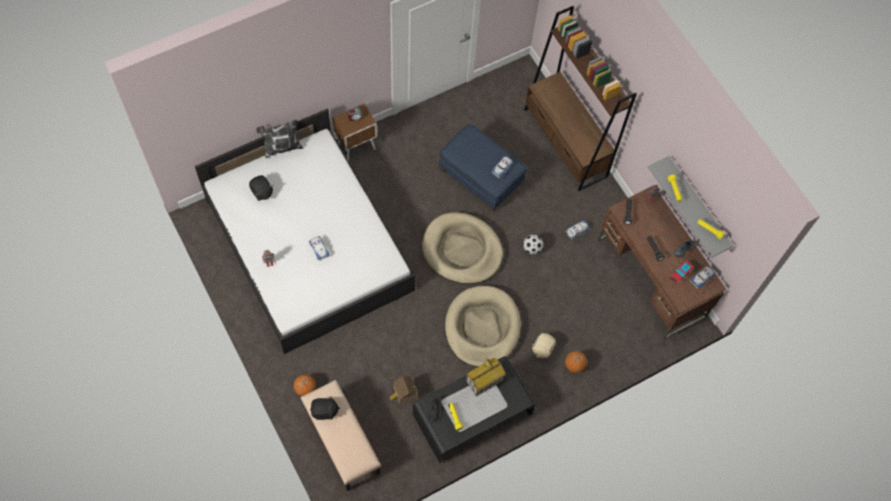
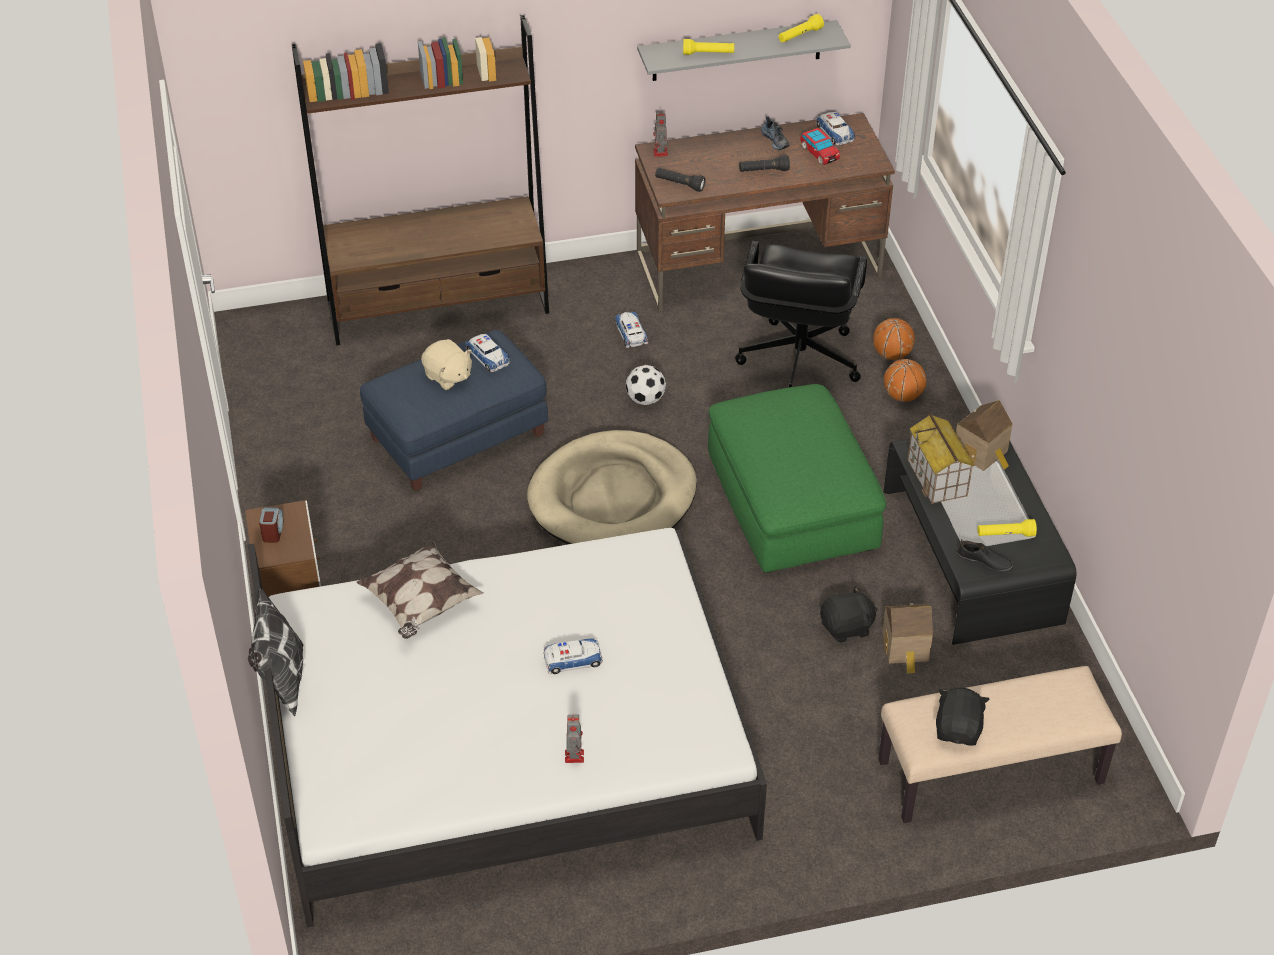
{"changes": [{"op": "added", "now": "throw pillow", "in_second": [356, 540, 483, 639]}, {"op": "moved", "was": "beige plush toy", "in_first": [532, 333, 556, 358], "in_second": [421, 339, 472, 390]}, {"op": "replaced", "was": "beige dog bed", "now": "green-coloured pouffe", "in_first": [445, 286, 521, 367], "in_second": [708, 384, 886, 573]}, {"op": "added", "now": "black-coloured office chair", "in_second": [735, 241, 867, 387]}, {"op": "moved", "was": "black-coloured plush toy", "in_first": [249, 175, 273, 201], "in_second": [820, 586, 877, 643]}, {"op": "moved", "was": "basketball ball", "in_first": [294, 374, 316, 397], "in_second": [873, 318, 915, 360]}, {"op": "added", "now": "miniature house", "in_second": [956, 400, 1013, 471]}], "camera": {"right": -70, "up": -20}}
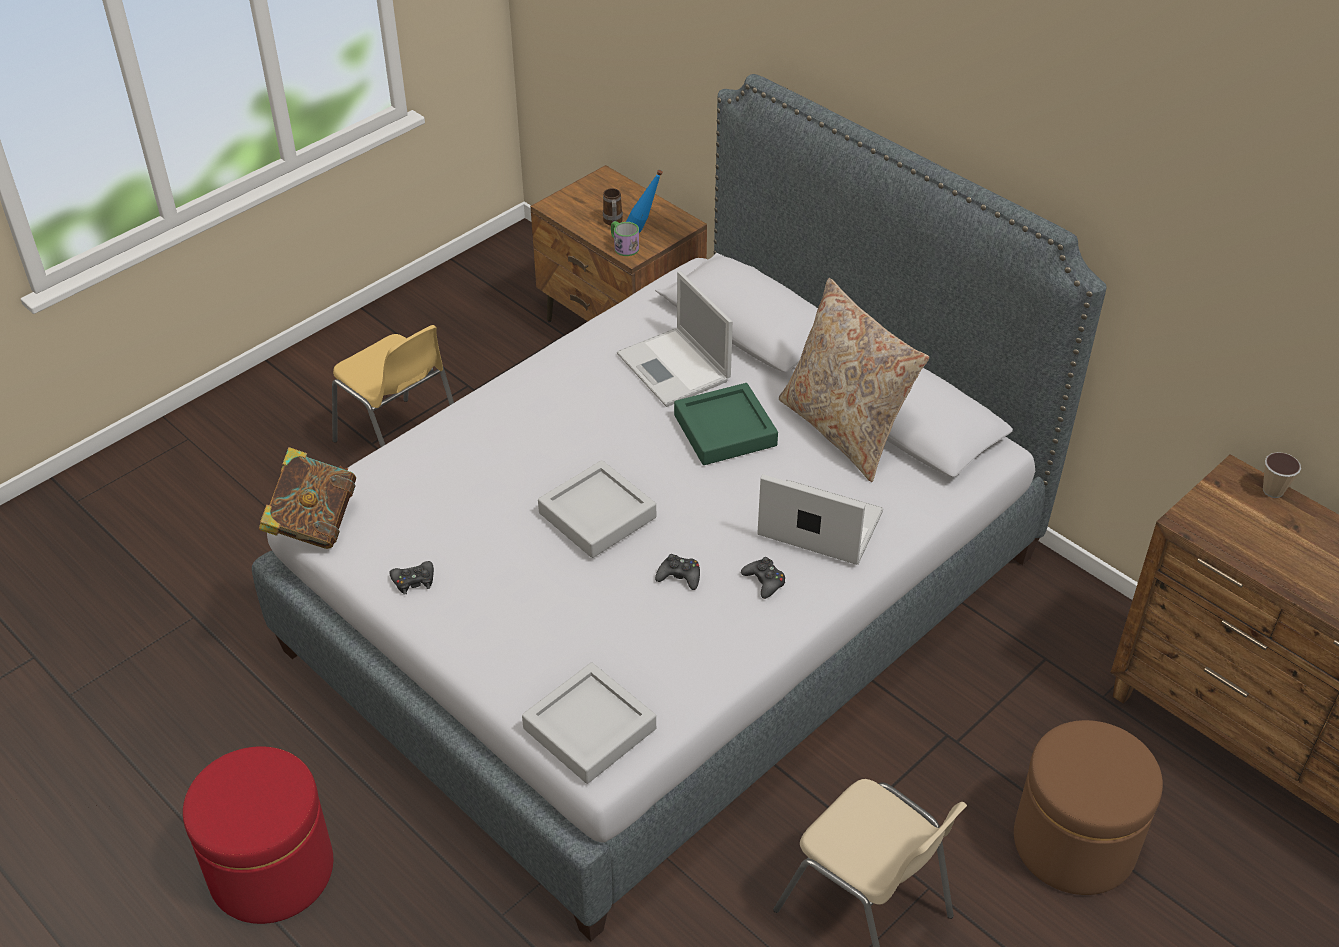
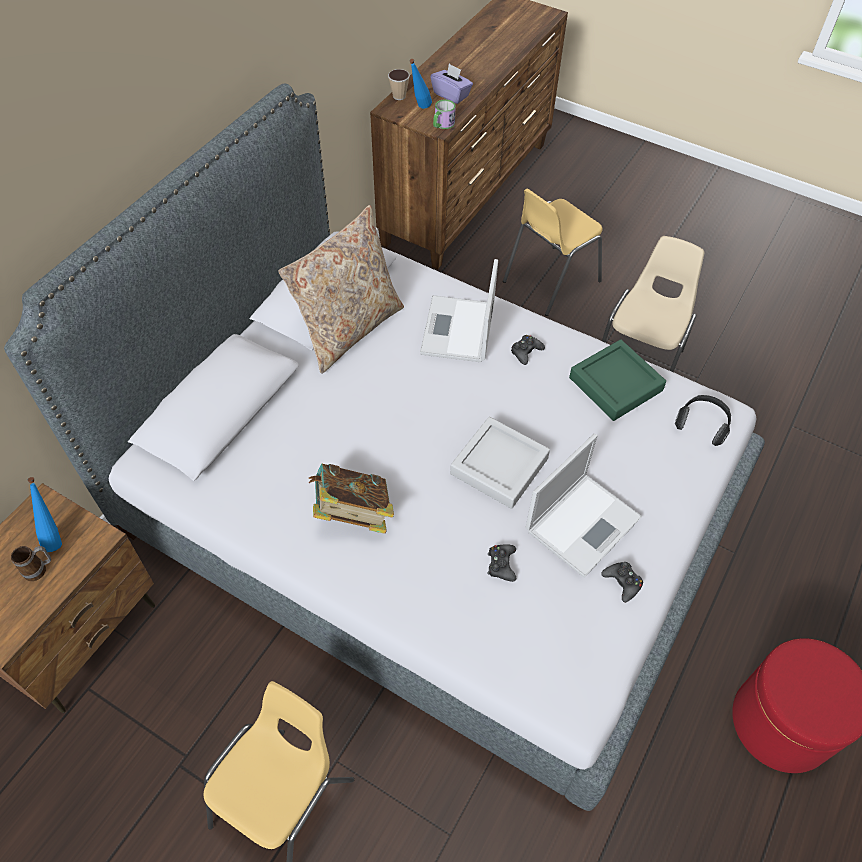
{"changes": [{"op": "moved", "was": "volume", "in_first": [259, 447, 356, 549], "in_second": [309, 464, 394, 534]}, {"op": "added", "now": "bluish bottle", "in_second": [410, 59, 432, 109]}, {"op": "added", "now": "purple tissue box", "in_second": [431, 64, 473, 104]}, {"op": "moved", "was": "mug", "in_first": [611, 221, 639, 256], "in_second": [433, 99, 456, 129]}, {"op": "moved", "was": "black-coloured joypad", "in_first": [655, 554, 700, 590], "in_second": [487, 544, 516, 582]}, {"op": "replaced", "was": "brownish pouffe", "now": "yellowish upright chair", "in_first": [1014, 720, 1163, 895], "in_second": [503, 189, 602, 316]}, {"op": "moved", "was": "laptop", "in_first": [617, 271, 733, 407], "in_second": [526, 434, 642, 577]}, {"op": "moved", "was": "green-coloured tray", "in_first": [674, 383, 778, 465], "in_second": [569, 340, 666, 421]}, {"op": "replaced", "was": "gray tray", "now": "headset", "in_first": [522, 662, 656, 784], "in_second": [675, 395, 731, 446]}], "camera": {"right": -105, "up": 10}}
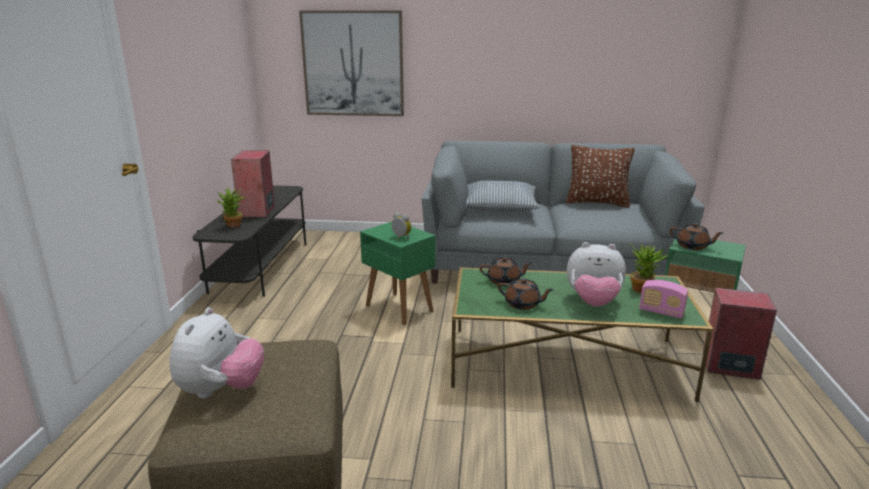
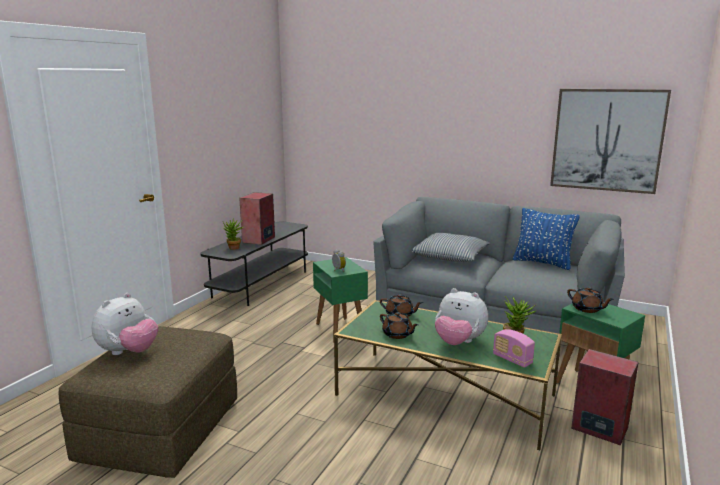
{"changes": [{"op": "recoloured", "was": "brownish throw pillow", "now": "bluish throw pillow", "in_first": [566, 145, 634, 208], "in_second": [513, 208, 580, 270]}, {"op": "moved", "was": "wall picture", "in_first": [299, 10, 404, 116], "in_second": [550, 89, 671, 194]}], "camera": {"right": 20, "up": -5}}
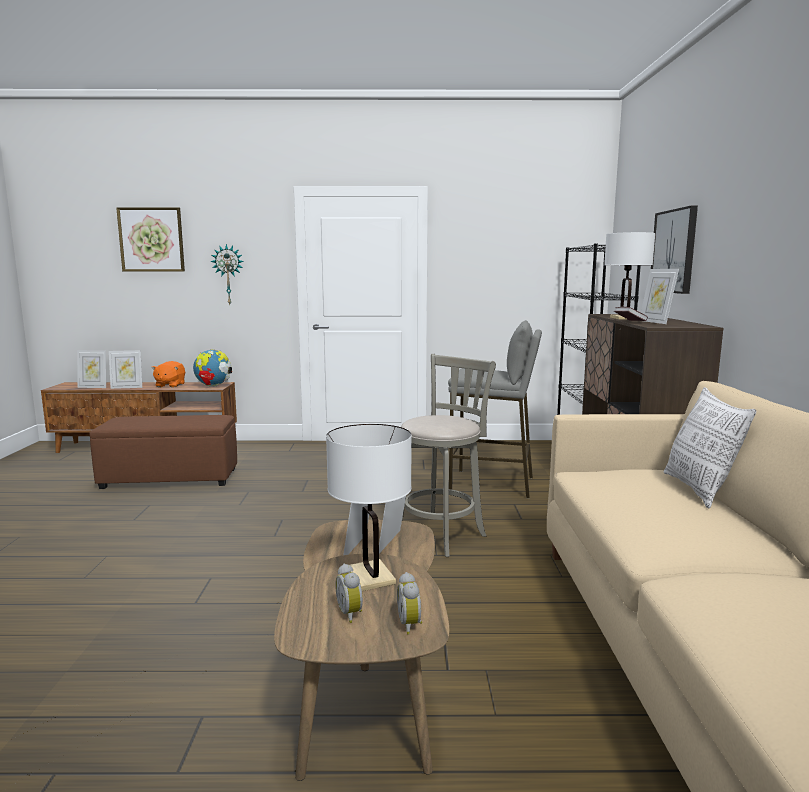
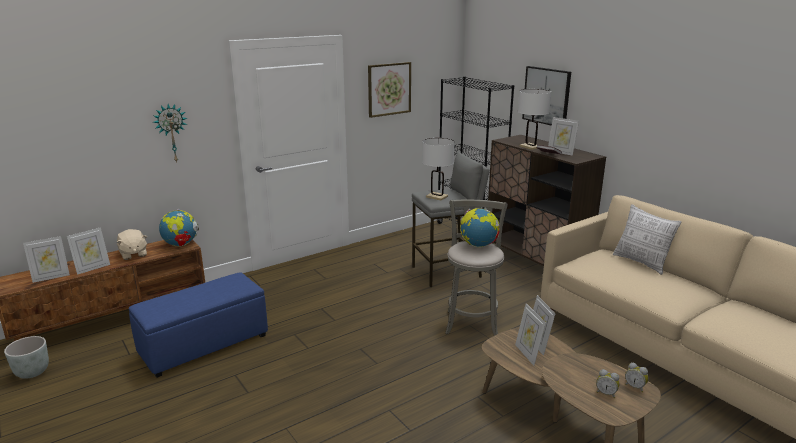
{"changes": [{"op": "added", "now": "gray planter", "in_second": [4, 336, 49, 379]}, {"op": "recoloured", "was": "orange plush toy", "now": "beige plush toy", "in_first": [151, 361, 185, 388], "in_second": [116, 229, 147, 260]}, {"op": "recoloured", "was": "brownish pouffe", "now": "bluish pouffe", "in_first": [90, 415, 237, 489], "in_second": [129, 272, 268, 378]}, {"op": "moved", "was": "wall picture", "in_first": [116, 207, 185, 272], "in_second": [368, 62, 411, 118]}, {"op": "moved", "was": "white-coloured table lamp", "in_first": [326, 424, 412, 591], "in_second": [422, 138, 455, 201]}, {"op": "added", "now": "globe", "in_second": [460, 208, 499, 247]}], "camera": {"right": -35, "up": 10}}
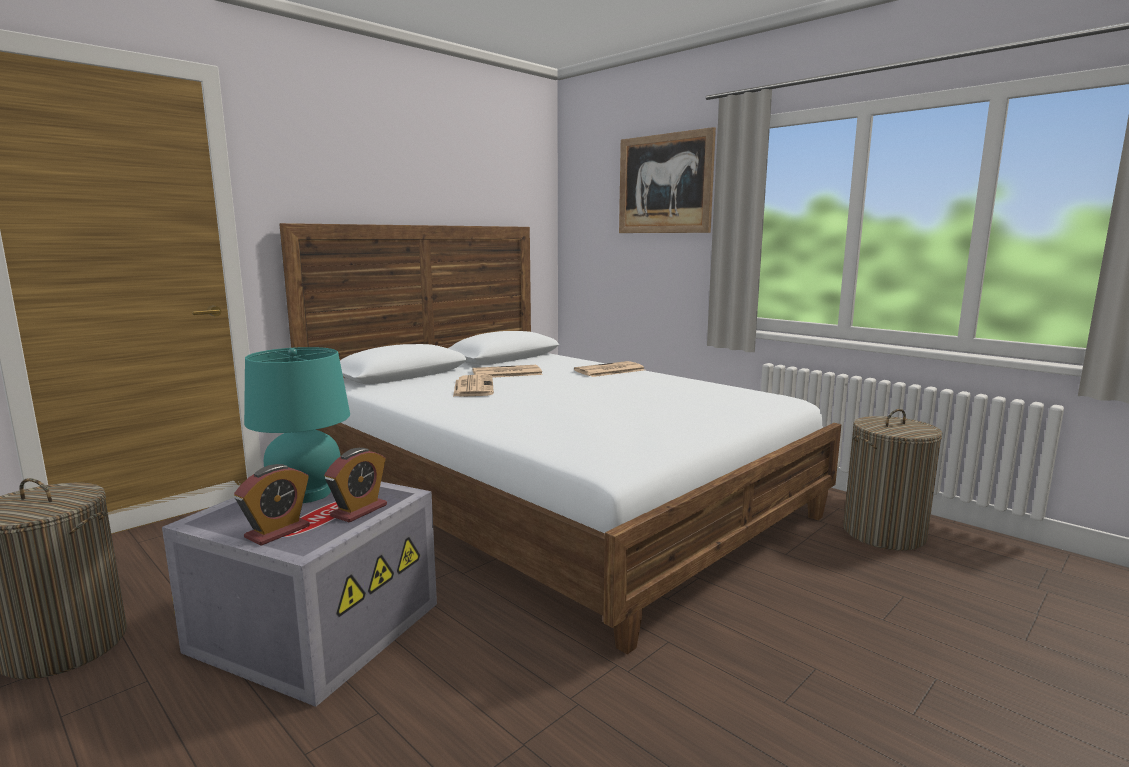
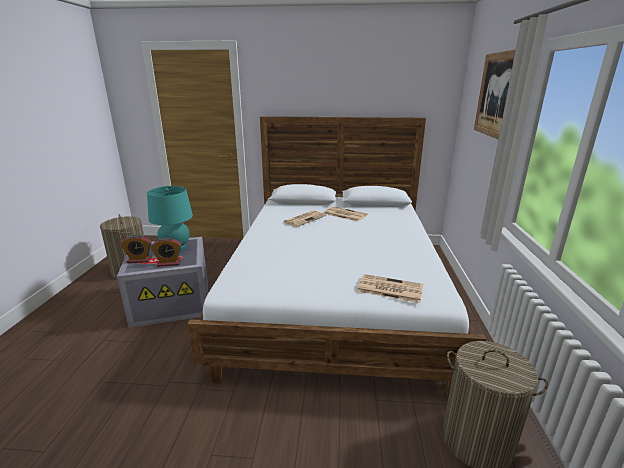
{"changes": [{"op": "moved", "was": "printed paper", "in_first": [574, 361, 645, 377], "in_second": [357, 274, 423, 303]}], "camera": {"right": 50, "up": 10}}
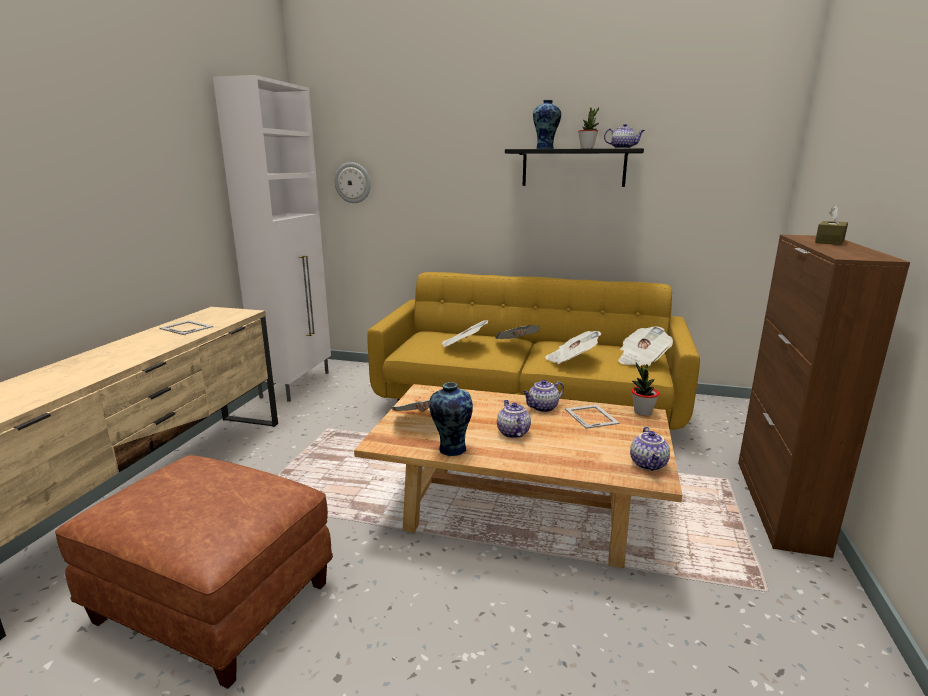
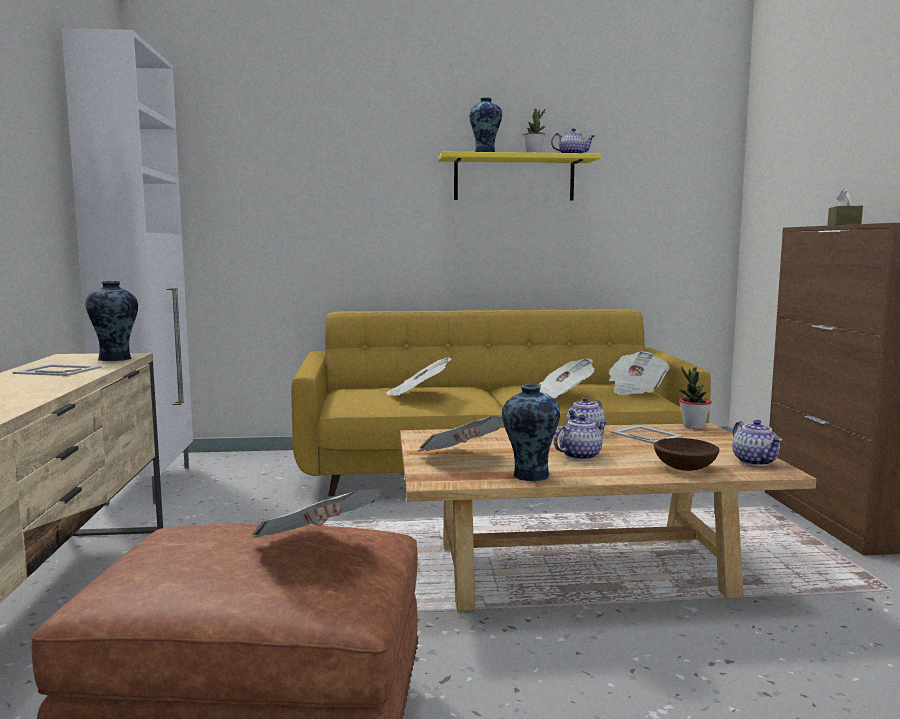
{"changes": [{"op": "added", "now": "flower vase", "in_second": [85, 281, 138, 361]}, {"op": "moved", "was": "printed paper", "in_first": [495, 325, 541, 339], "in_second": [252, 489, 382, 538]}, {"op": "recoloured", "was": "black-coloured shelf", "now": "yellowish shelf", "in_first": [505, 148, 644, 187], "in_second": [438, 152, 602, 201]}, {"op": "turned", "was": "pot for tea", "in_first": [497, 400, 531, 438], "in_second": [553, 415, 607, 460], "clockwise": 90}, {"op": "added", "now": "brownish serving bowl", "in_second": [653, 438, 720, 471]}, {"op": "removed", "was": "wall clock", "in_first": [334, 162, 371, 203]}], "camera": {"right": -20, "up": -10}}
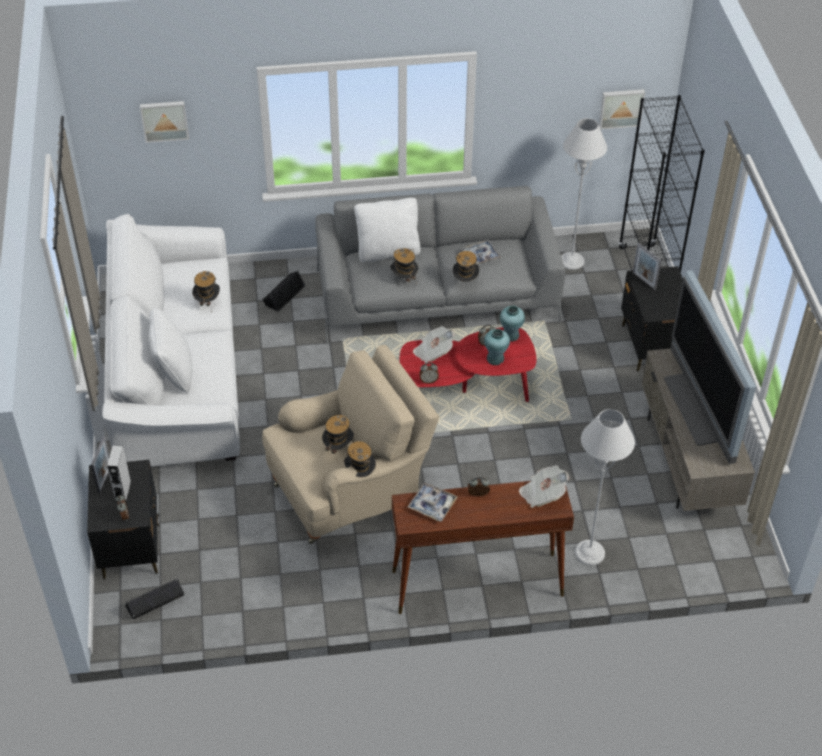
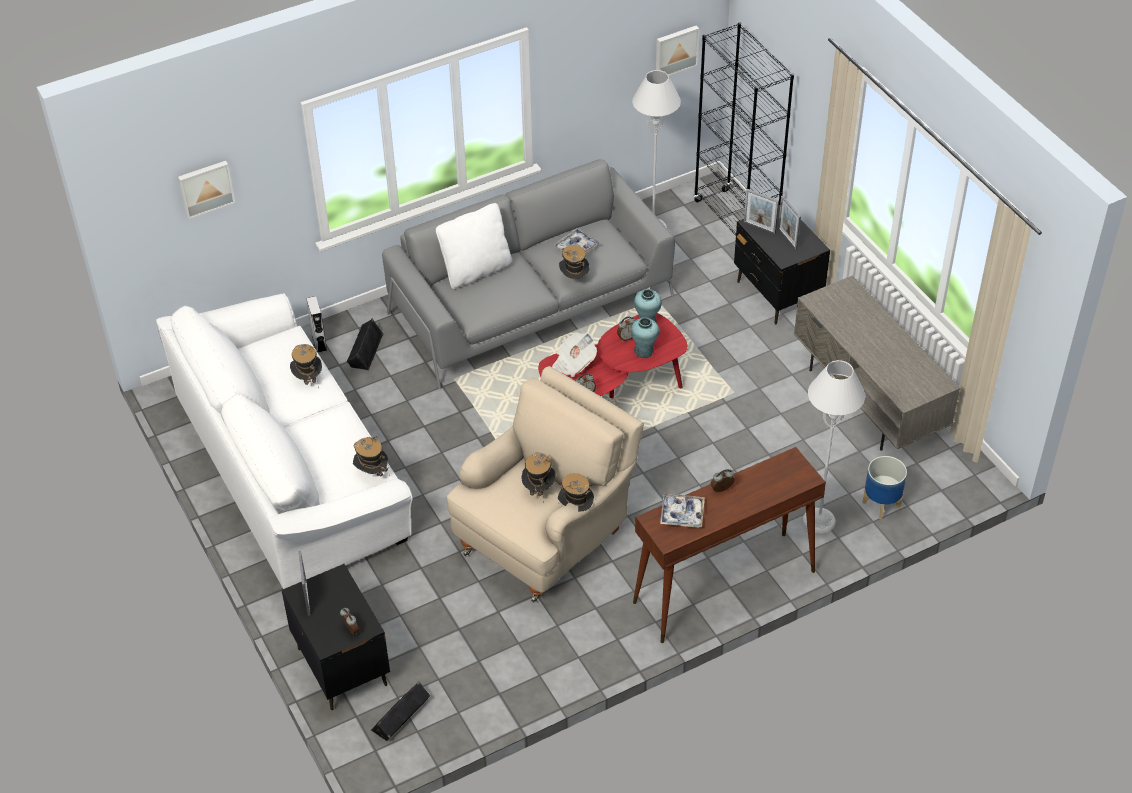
{"changes": [{"op": "moved", "was": "gray speaker", "in_first": [107, 445, 131, 502], "in_second": [306, 296, 327, 353]}, {"op": "moved", "was": "wearable hat", "in_first": [390, 248, 419, 285], "in_second": [353, 437, 388, 476]}, {"op": "added", "now": "picture frame", "in_second": [778, 196, 801, 249]}, {"op": "added", "now": "planter", "in_second": [863, 456, 907, 519]}, {"op": "removed", "was": "white-coloured throw pillow", "in_first": [149, 308, 193, 393]}, {"op": "removed", "was": "printed paper", "in_first": [519, 465, 569, 508]}, {"op": "removed", "was": "TV", "in_first": [664, 270, 756, 464]}], "camera": {"right": -20, "up": 0}}
